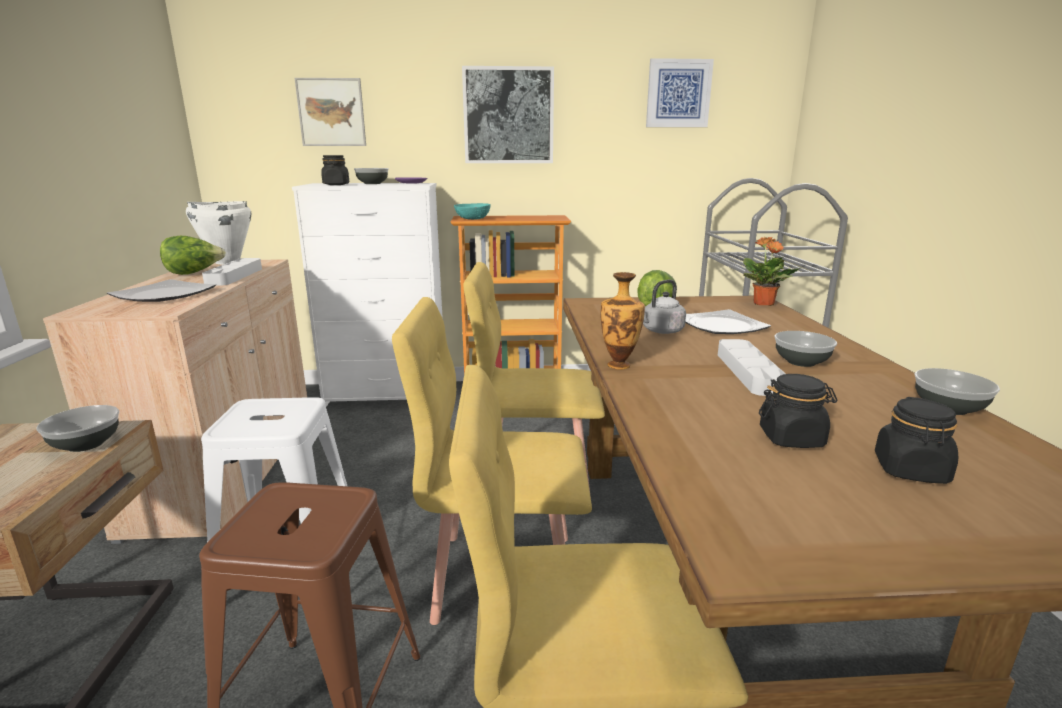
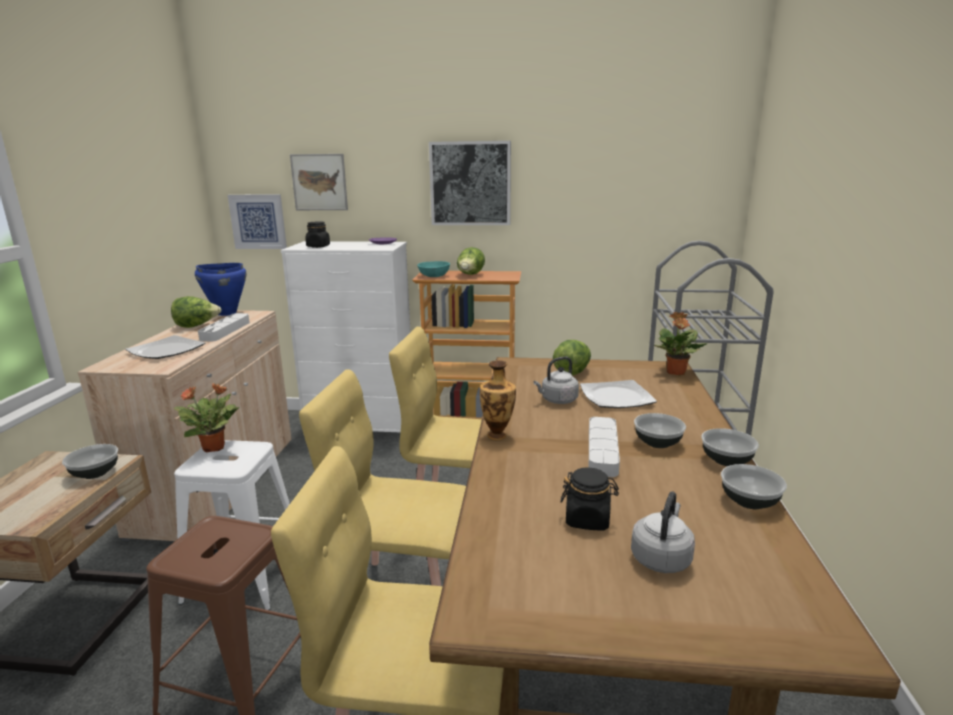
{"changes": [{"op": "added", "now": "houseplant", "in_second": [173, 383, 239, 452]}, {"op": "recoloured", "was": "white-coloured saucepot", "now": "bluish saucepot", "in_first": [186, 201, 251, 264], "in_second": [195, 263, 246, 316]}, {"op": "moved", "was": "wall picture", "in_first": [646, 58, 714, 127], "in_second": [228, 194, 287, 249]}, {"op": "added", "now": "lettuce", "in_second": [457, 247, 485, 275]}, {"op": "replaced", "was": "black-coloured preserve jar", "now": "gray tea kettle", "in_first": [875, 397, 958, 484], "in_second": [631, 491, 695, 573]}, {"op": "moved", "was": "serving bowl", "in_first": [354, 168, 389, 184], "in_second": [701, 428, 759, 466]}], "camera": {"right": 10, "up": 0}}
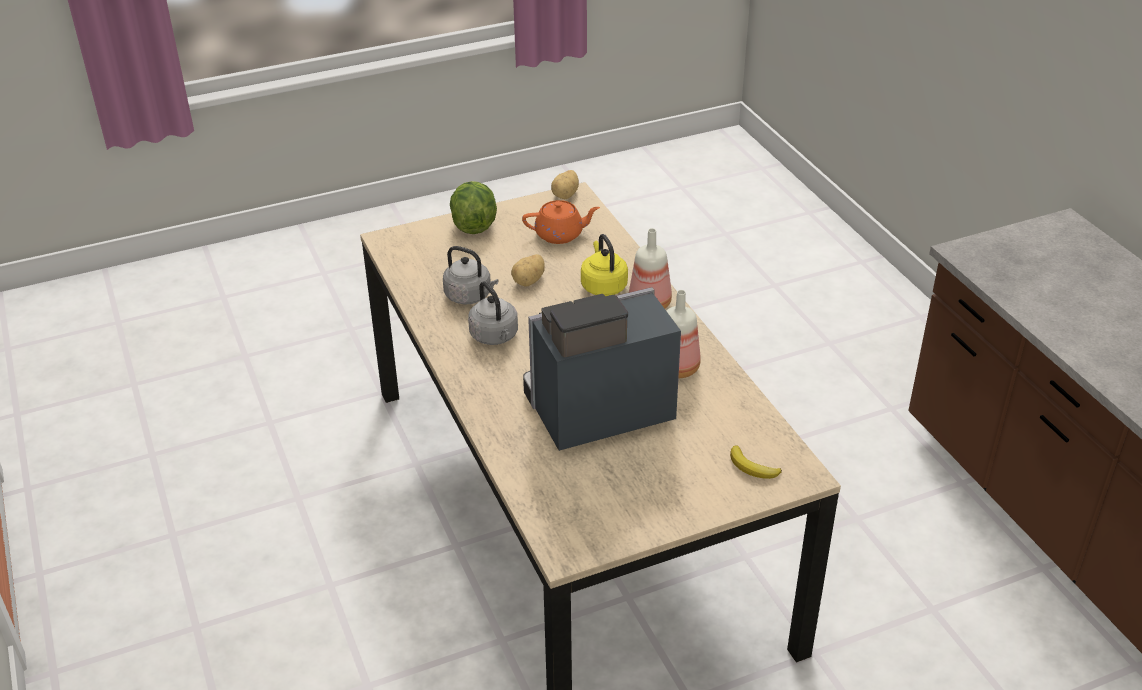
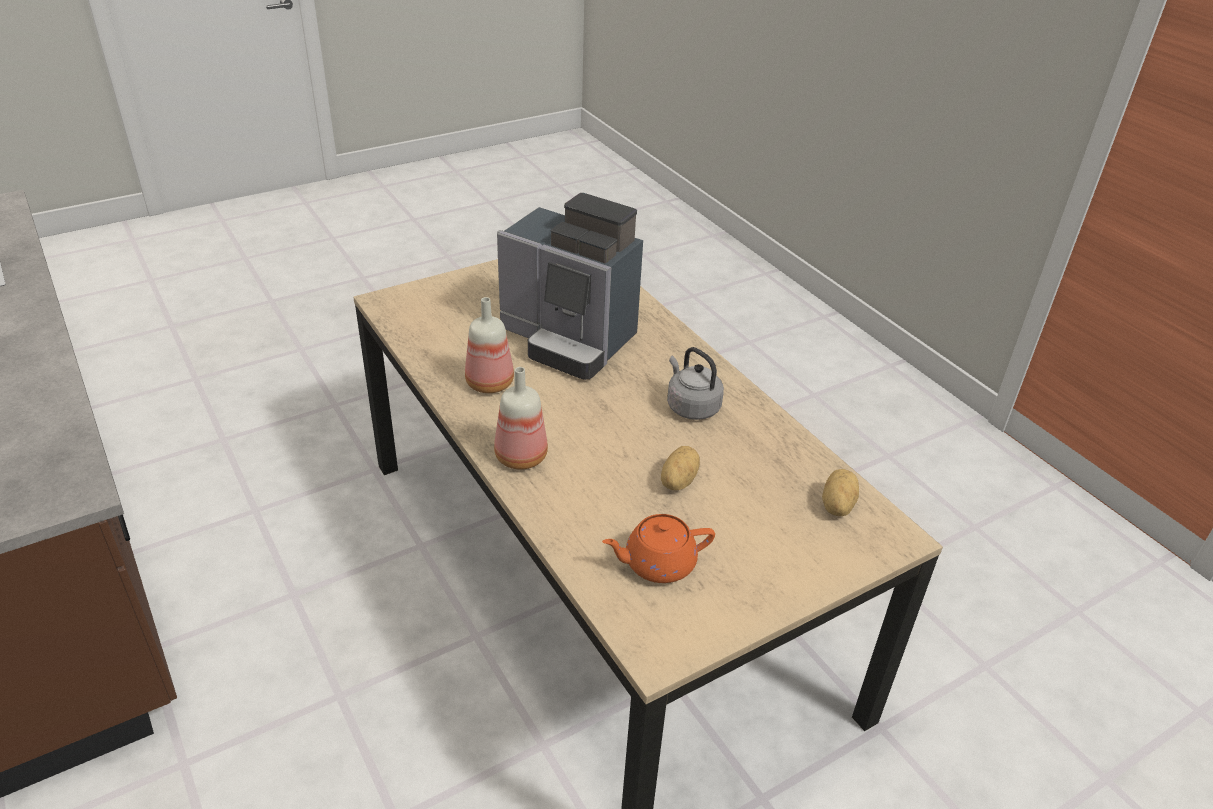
{"changes": [{"op": "turned", "was": "coffee brewer", "in_first": [523, 287, 681, 451], "in_second": [497, 193, 643, 380], "clockwise": 60}, {"op": "moved", "was": "whole potato", "in_first": [551, 170, 579, 199], "in_second": [822, 469, 859, 516]}, {"op": "removed", "was": "gray tea kettle", "in_first": [443, 246, 498, 304]}, {"op": "removed", "was": "lettuce", "in_first": [450, 181, 497, 234]}, {"op": "removed", "was": "yellowish tea kettle", "in_first": [581, 234, 628, 296]}, {"op": "removed", "was": "whole banana", "in_first": [730, 446, 782, 479]}], "camera": {"right": 170, "up": 0}}
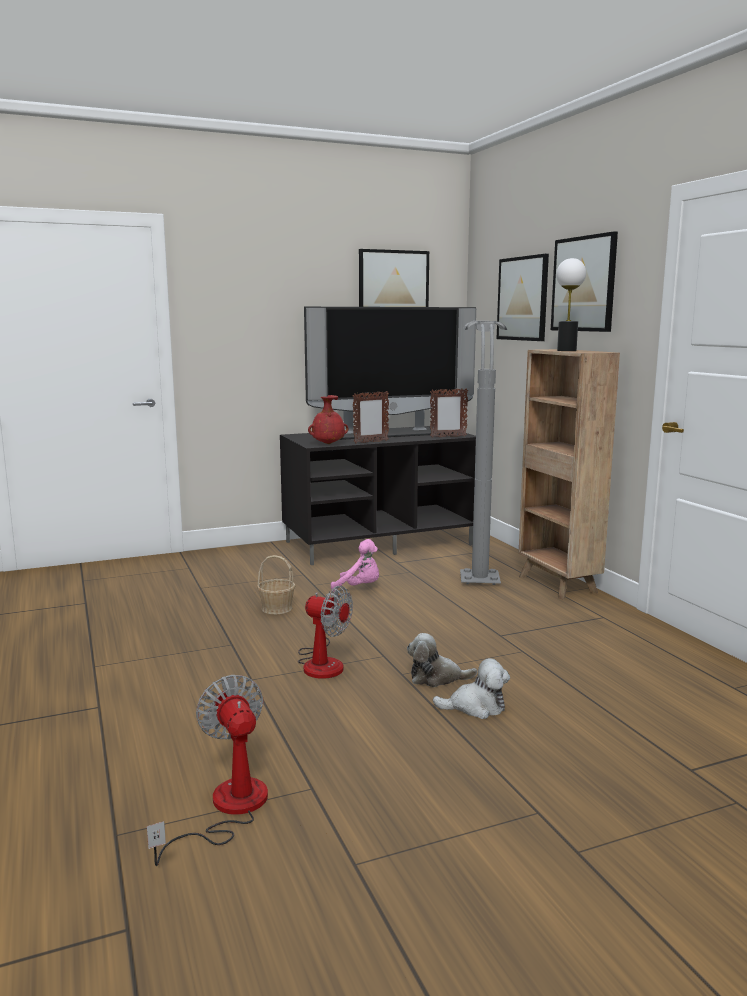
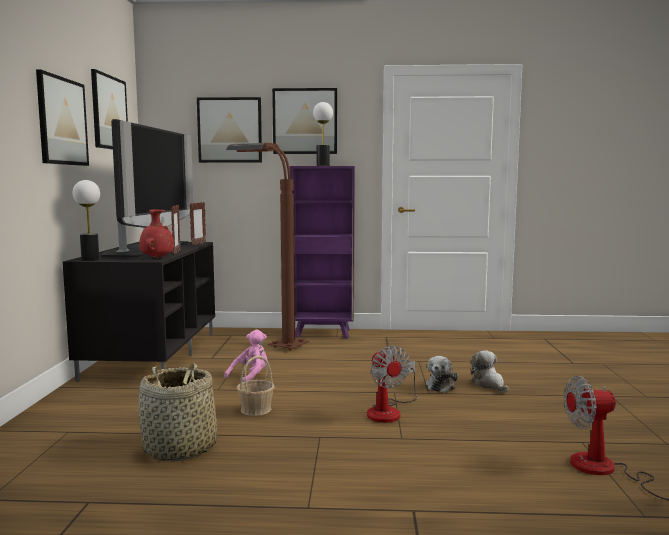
{"changes": [{"op": "added", "now": "wall picture", "in_second": [36, 69, 89, 166]}, {"op": "added", "now": "table lamp", "in_second": [73, 180, 100, 261]}, {"op": "added", "now": "basket", "in_second": [139, 363, 218, 461]}, {"op": "recoloured", "was": "gray standard lamp", "now": "brownish standard lamp", "in_first": [460, 321, 507, 585], "in_second": [226, 143, 310, 350]}, {"op": "recoloured", "was": "brownish bookcase", "now": "purple bookcase", "in_first": [518, 349, 620, 599], "in_second": [290, 166, 355, 338]}, {"op": "turned", "was": "electric fan", "in_first": [298, 586, 353, 679], "in_second": [367, 345, 417, 423], "clockwise": 105}, {"op": "turned", "was": "plush toy", "in_first": [433, 658, 510, 719], "in_second": [471, 350, 508, 393], "clockwise": -45}], "camera": {"right": -65, "up": -5}}
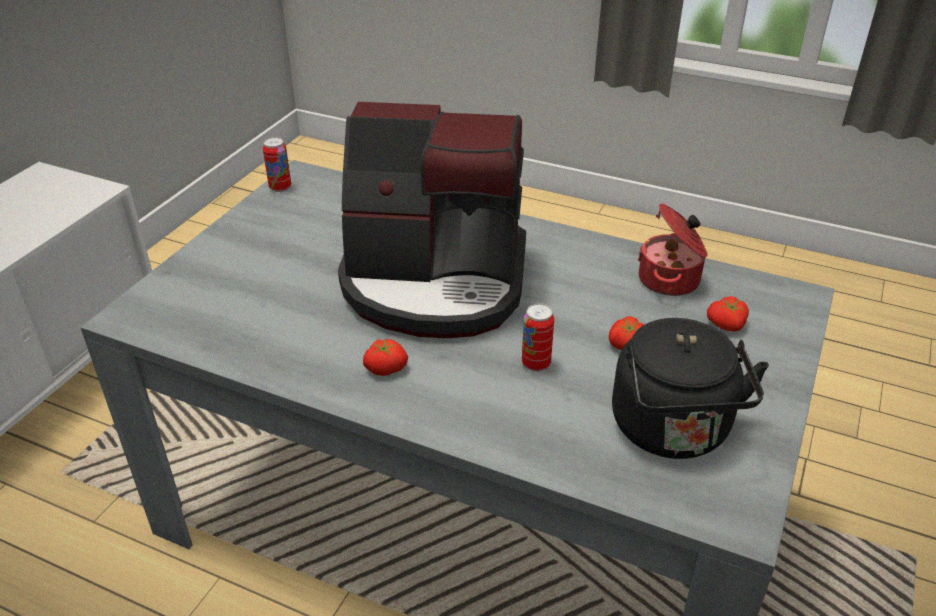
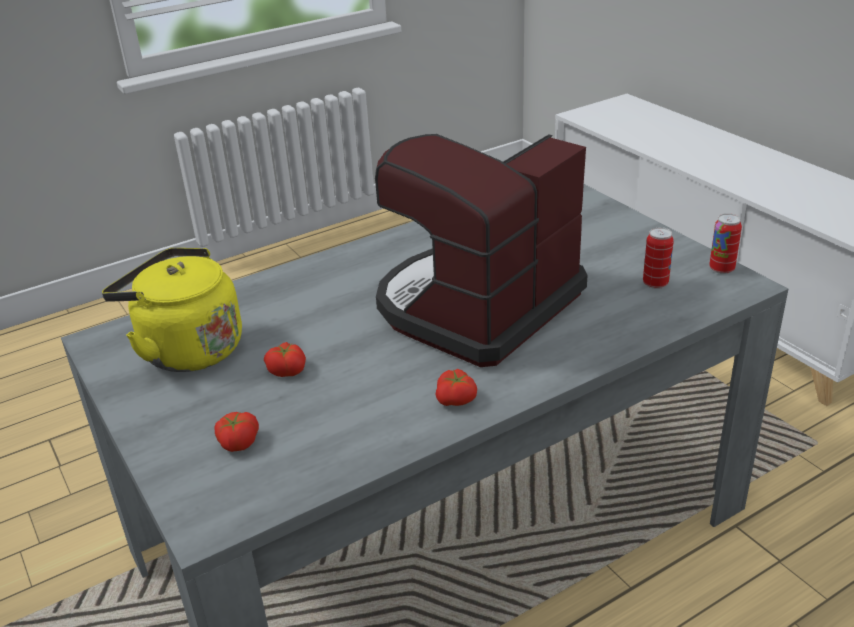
{"changes": [{"op": "recoloured", "was": "black-coloured tea kettle", "now": "yellowish tea kettle", "in_first": [612, 318, 769, 459], "in_second": [102, 248, 242, 372]}, {"op": "moved", "was": "tomato", "in_first": [363, 339, 408, 376], "in_second": [436, 369, 477, 406]}, {"op": "moved", "was": "sealed can", "in_first": [522, 303, 554, 371], "in_second": [643, 227, 674, 289]}, {"op": "removed", "was": "saucepot", "in_first": [638, 203, 708, 296]}], "camera": {"right": 125, "up": -5}}
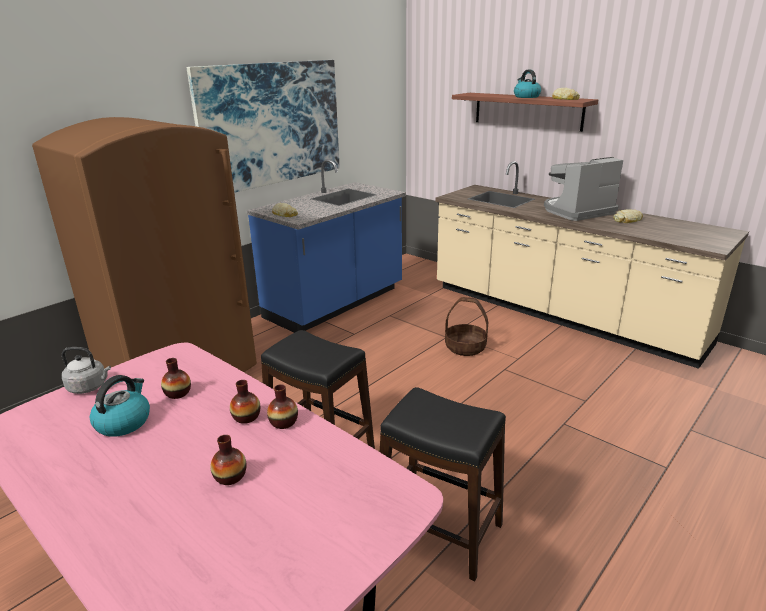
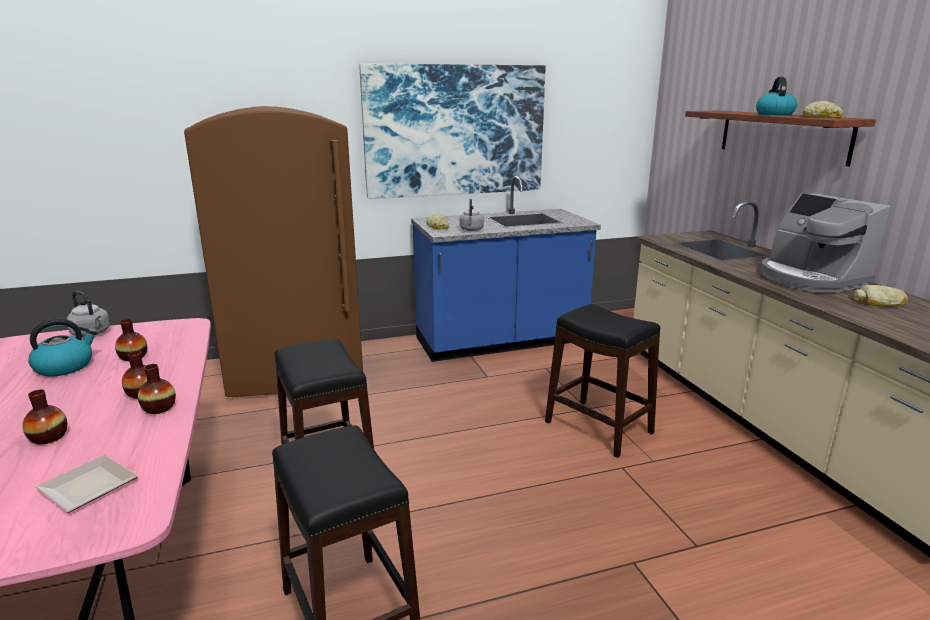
{"changes": [{"op": "added", "now": "flat dish", "in_second": [35, 455, 138, 513]}, {"op": "added", "now": "gray tea kettle", "in_second": [460, 199, 484, 231]}, {"op": "replaced", "was": "basket", "now": "black-coloured stool seat", "in_first": [445, 297, 488, 356], "in_second": [545, 304, 660, 458]}, {"op": "turned", "was": "coffee brewer", "in_first": [544, 157, 623, 221], "in_second": [761, 193, 890, 293], "clockwise": -120}], "camera": {"right": 30, "up": -5}}
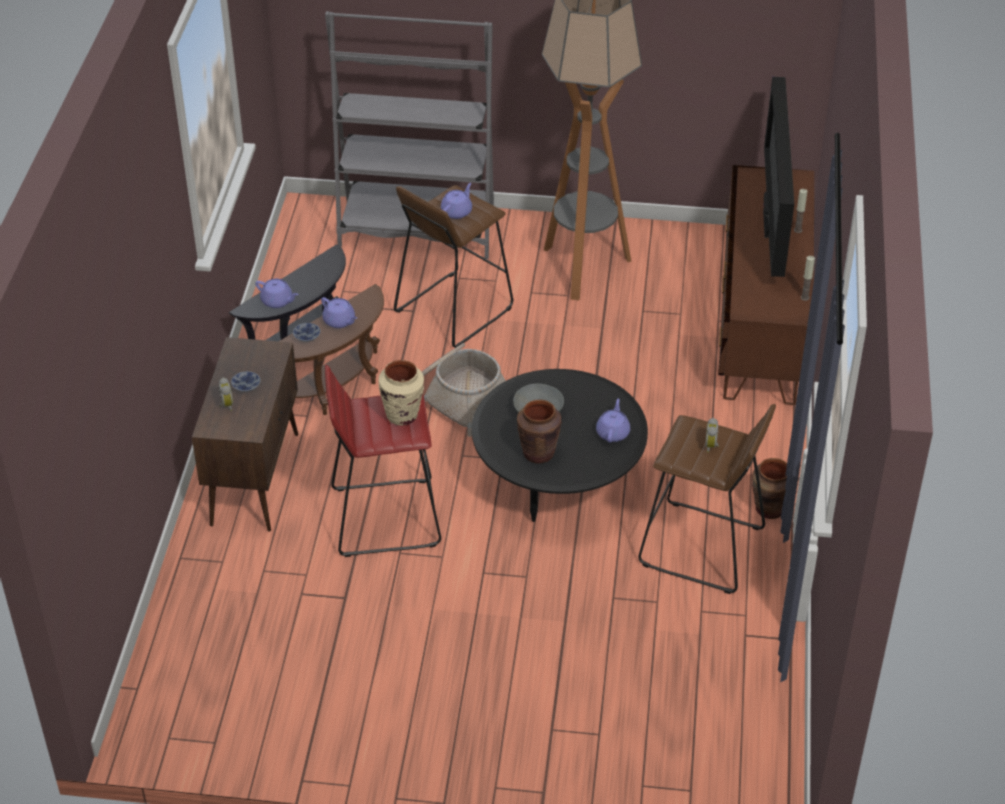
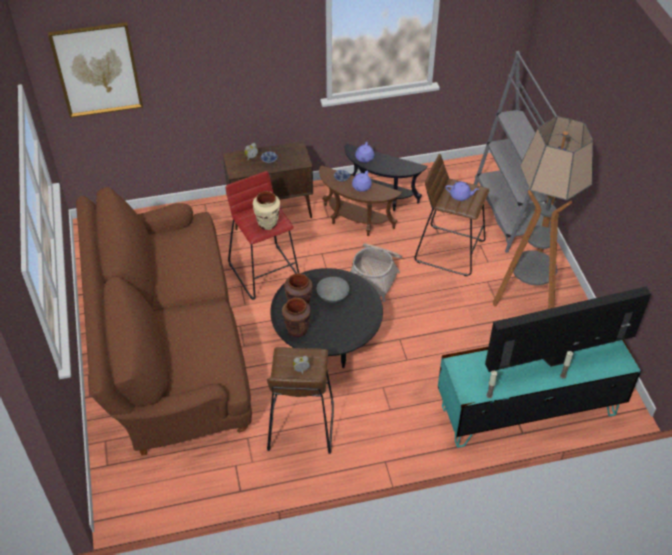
{"changes": [{"op": "added", "now": "wall picture", "in_second": [48, 22, 143, 118]}, {"op": "added", "now": "brownish sofa", "in_second": [76, 187, 252, 456]}, {"op": "moved", "was": "brownish flower vase", "in_first": [752, 458, 787, 519], "in_second": [282, 297, 311, 337]}, {"op": "recoloured", "was": "brownish tv stand", "now": "turquoise tv stand", "in_first": [718, 165, 814, 405], "in_second": [438, 340, 641, 448]}, {"op": "removed", "was": "purple pot for tea", "in_first": [596, 398, 630, 443]}], "camera": {"right": 70, "up": 5}}
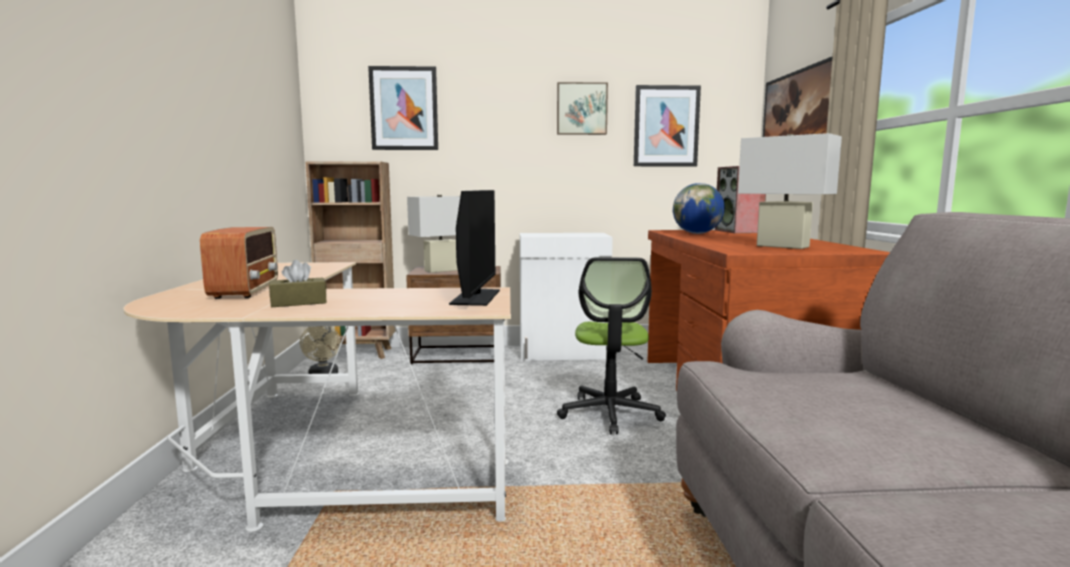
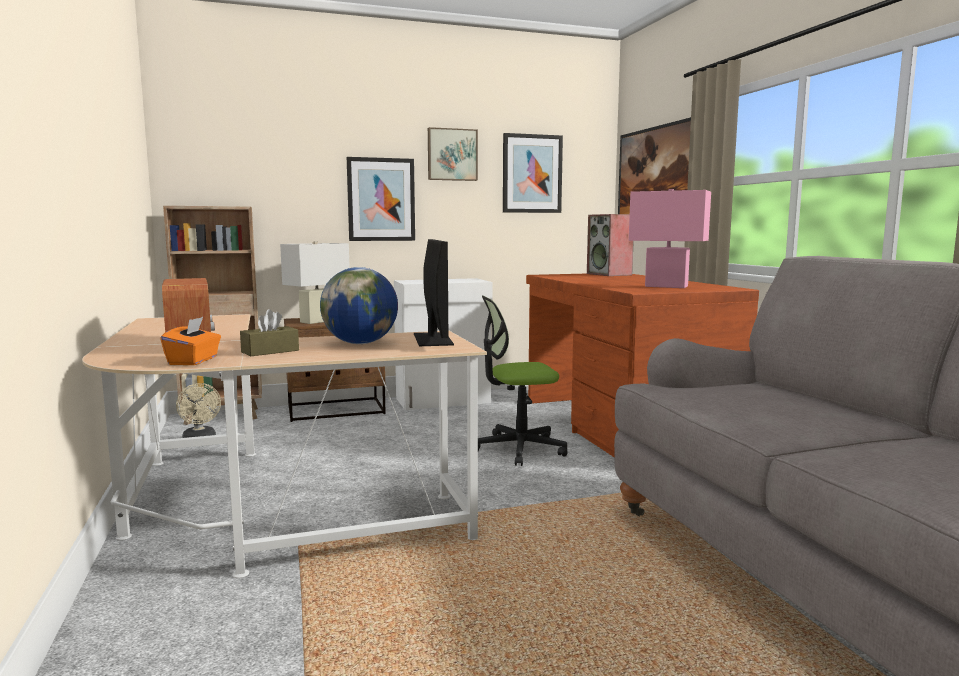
{"changes": [{"op": "added", "now": "orange tissue box", "in_second": [160, 317, 221, 365]}, {"op": "moved", "was": "globe", "in_first": [673, 183, 725, 234], "in_second": [320, 267, 398, 344]}, {"op": "moved", "was": "wall picture", "in_first": [368, 66, 438, 150], "in_second": [347, 157, 415, 241]}, {"op": "turned", "was": "office chair", "in_first": [557, 257, 666, 434], "in_second": [478, 296, 568, 466], "clockwise": 90}, {"op": "recoloured", "was": "white-coloured table lamp", "now": "pink-coloured table lamp", "in_first": [738, 133, 842, 249], "in_second": [629, 189, 711, 288]}], "camera": {"right": -15, "up": 0}}
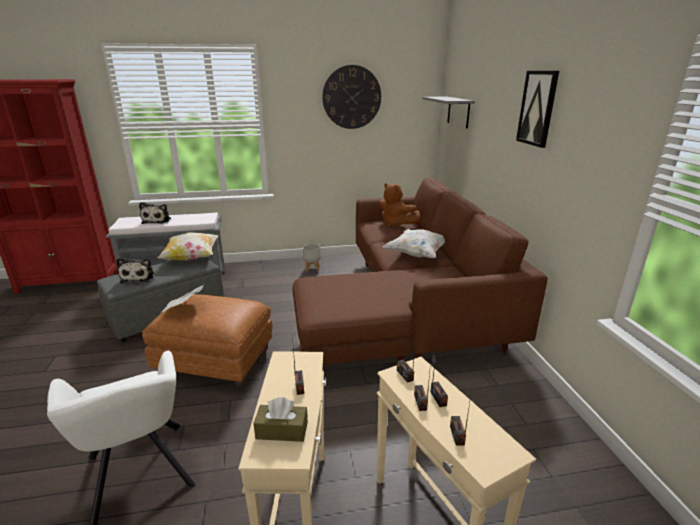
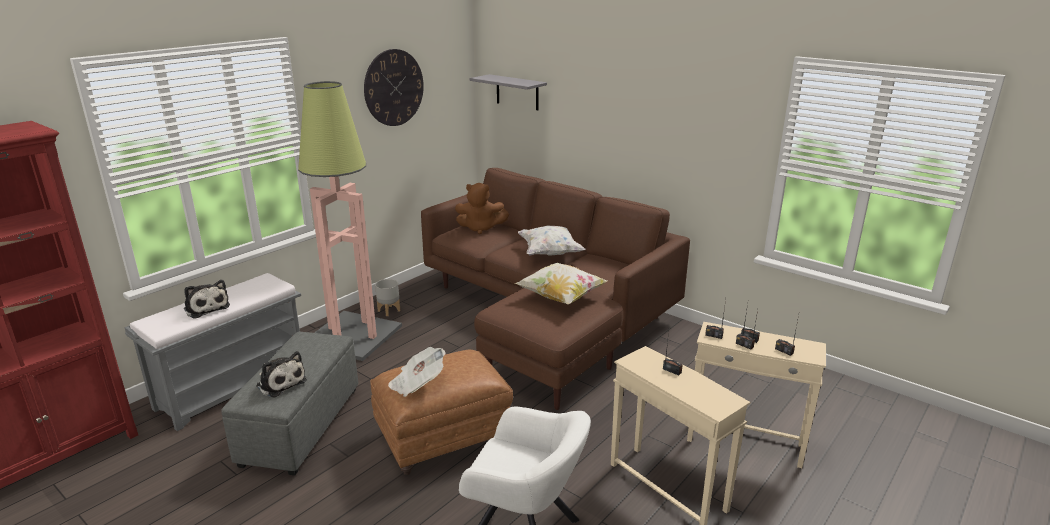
{"changes": [{"op": "added", "now": "standard lamp", "in_second": [298, 81, 402, 361]}, {"op": "moved", "was": "throw pillow", "in_first": [157, 232, 218, 260], "in_second": [515, 263, 607, 304]}, {"op": "removed", "was": "brownish tissue box", "in_first": [253, 397, 308, 442]}, {"op": "removed", "was": "wall picture", "in_first": [516, 71, 559, 148]}], "camera": {"right": -40, "up": 0}}
